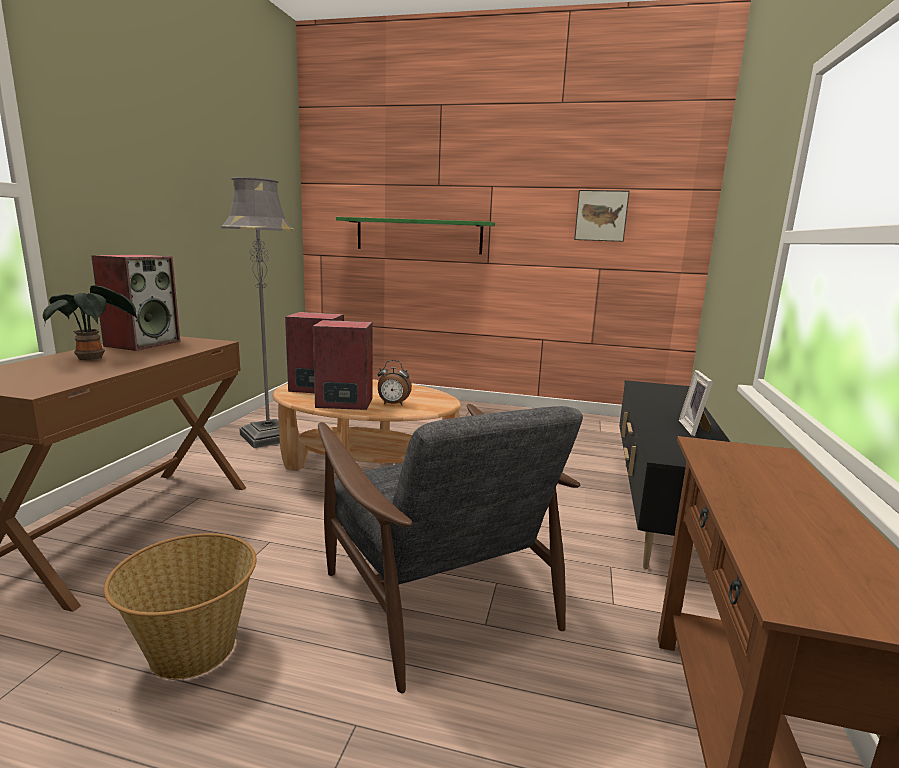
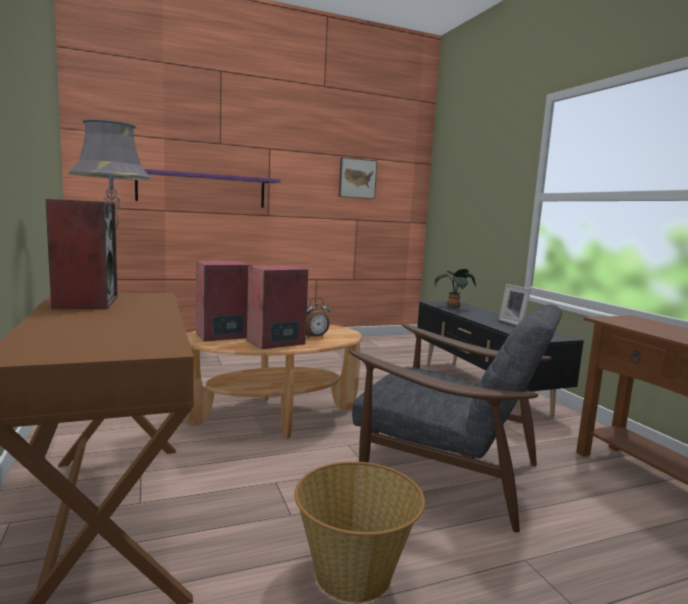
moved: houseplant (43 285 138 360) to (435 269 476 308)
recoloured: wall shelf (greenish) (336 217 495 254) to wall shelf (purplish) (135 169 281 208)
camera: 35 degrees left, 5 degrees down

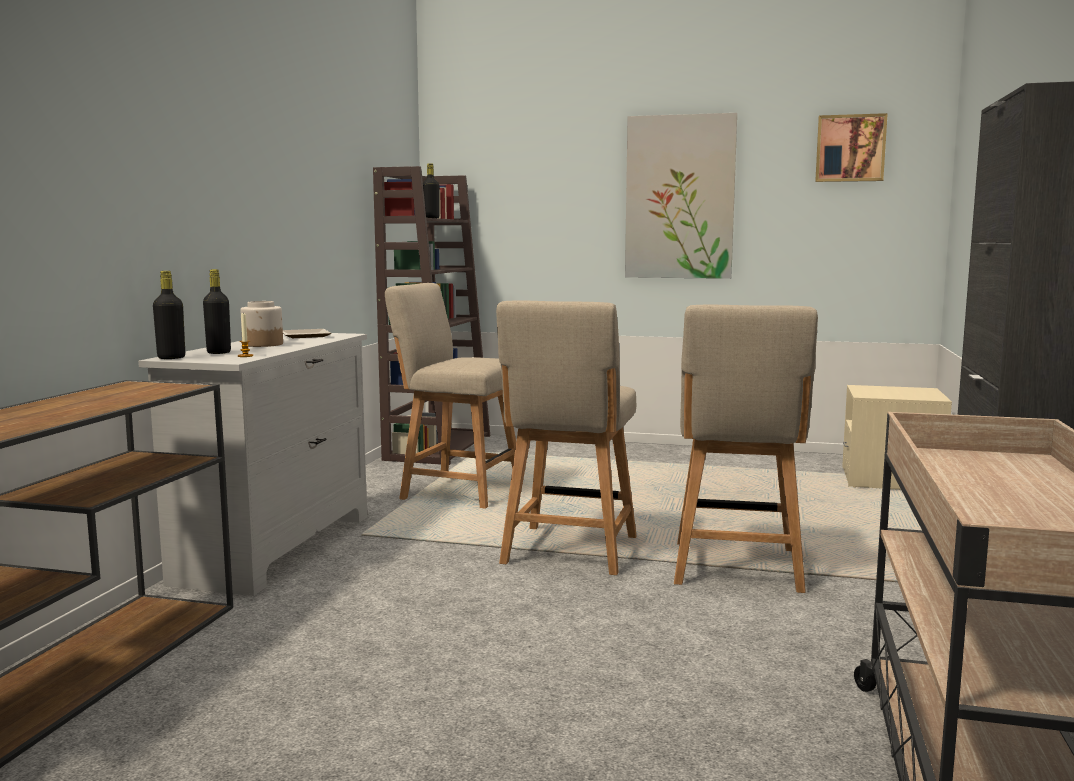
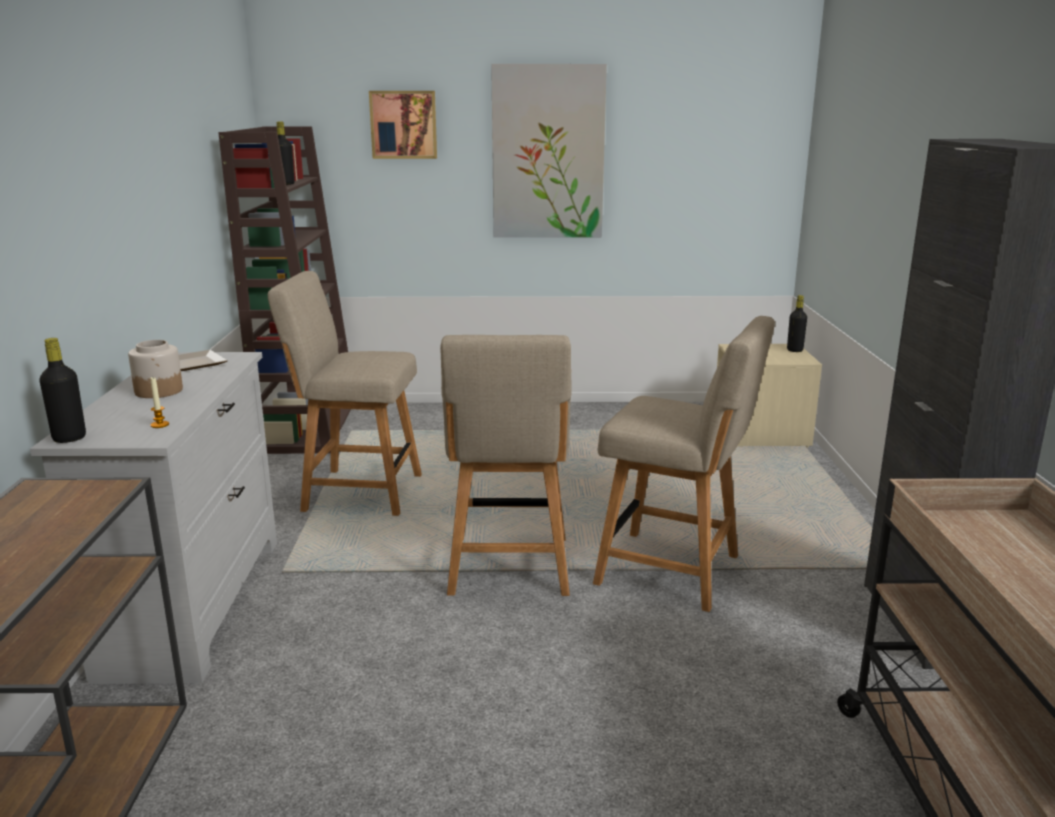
moved: picture (815 113 888 182) to (369 91 437 159); beverage bottle (black) (203 269 231 354) to (787 295 807 352)
turned: upright chair (beige-coloured) (674 305 818 593) = (593 316 775 612) 60 degrees counterclockwise
camera: 15 degrees left, 10 degrees up

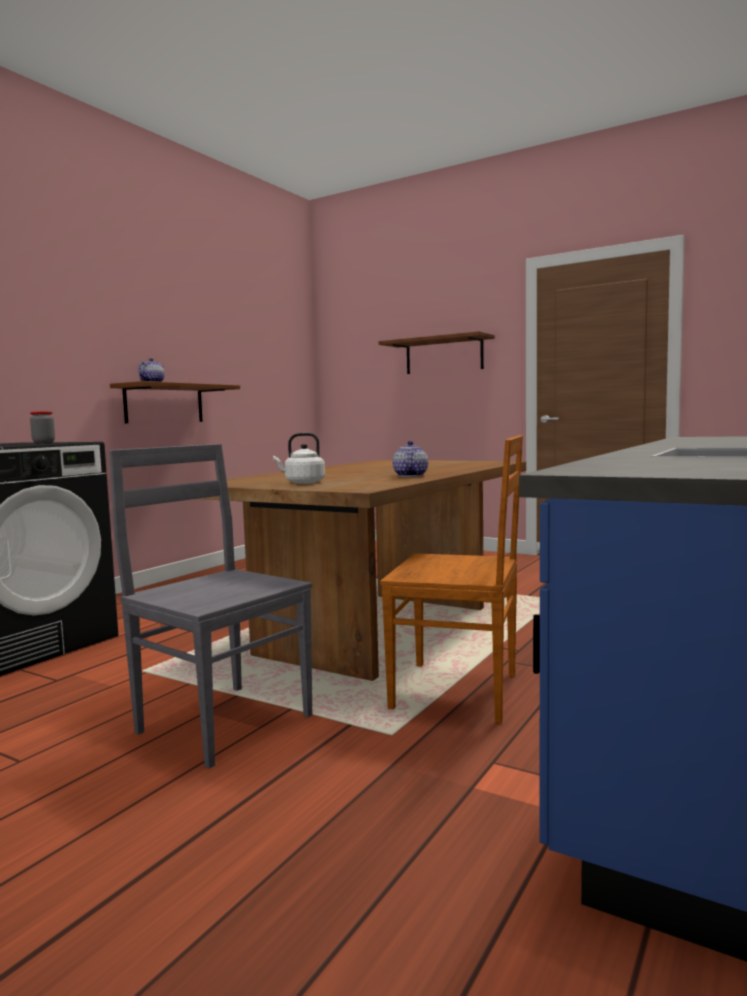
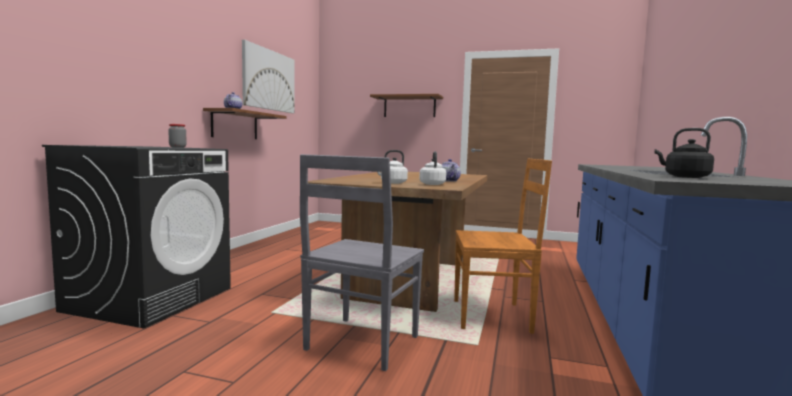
added: picture (242 40 294 113); water kettle (black) (655 128 714 178); water kettle (white-coloured) (419 151 446 185)
turned: upright chair (gray) (109 444 312 769) = (300 154 424 371) 90 degrees counterclockwise
camera: 15 degrees left, 0 degrees up

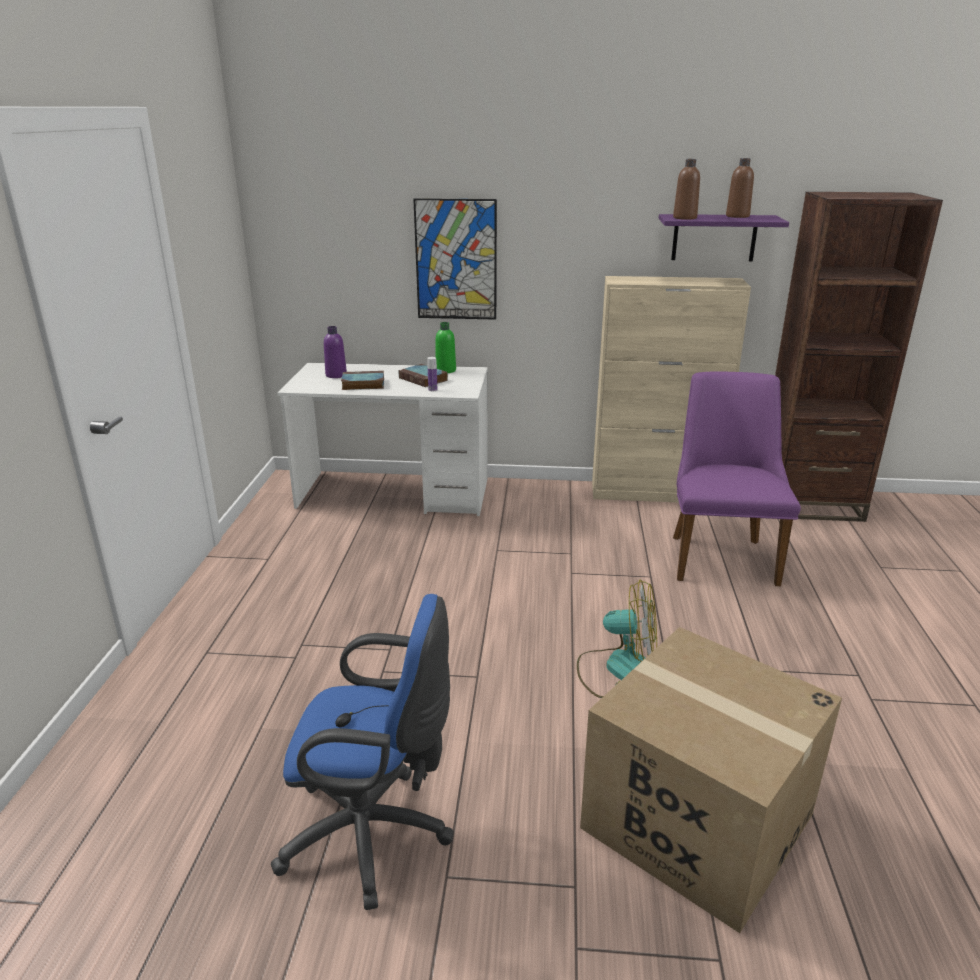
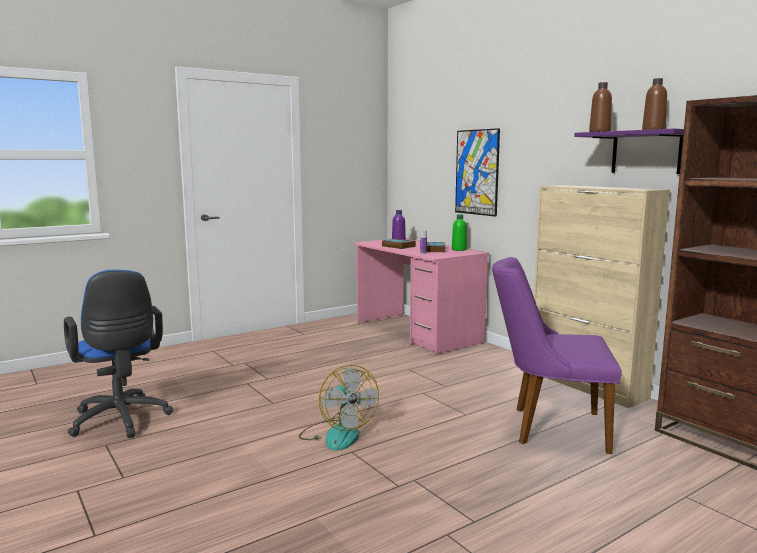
removed: cardboard box (580 627 842 933)
recoloured: desk unit (white-coloured) (278 363 488 516) to desk unit (pink-coloured) (353 238 489 355)
turned: upright chair (purplish) (673 371 801 586) = (492 257 622 454) 135 degrees counterclockwise
camera: 50 degrees right, 15 degrees down

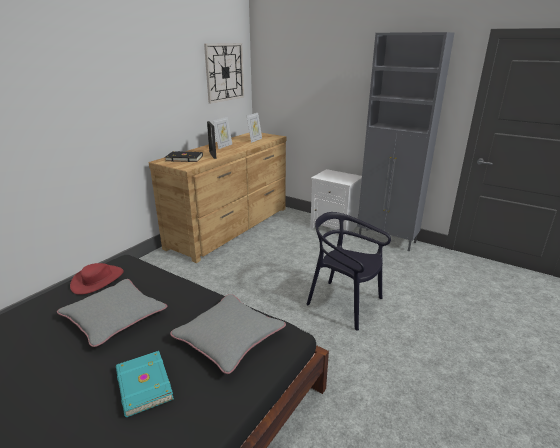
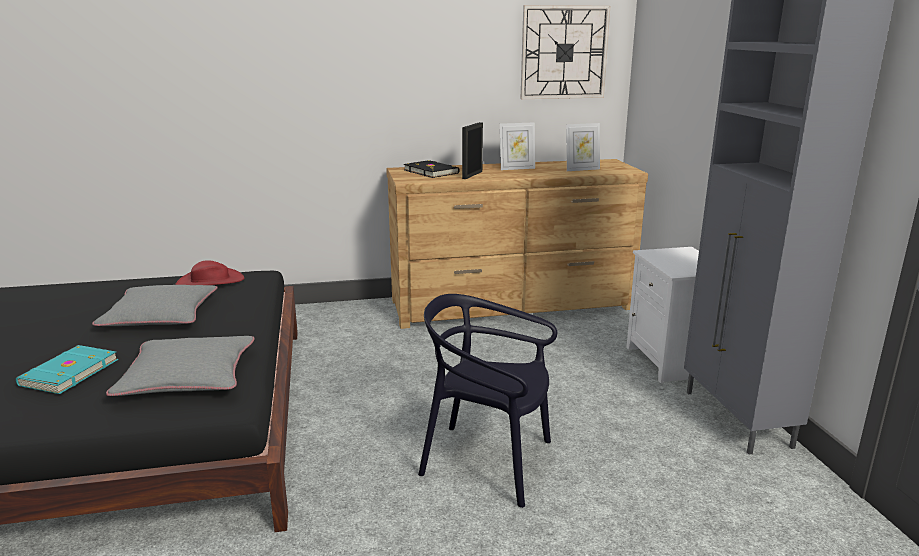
turned: upright chair (black) (307 212 391 330) = (418 294 557 508) 60 degrees counterclockwise
camera: 45 degrees right, 5 degrees down

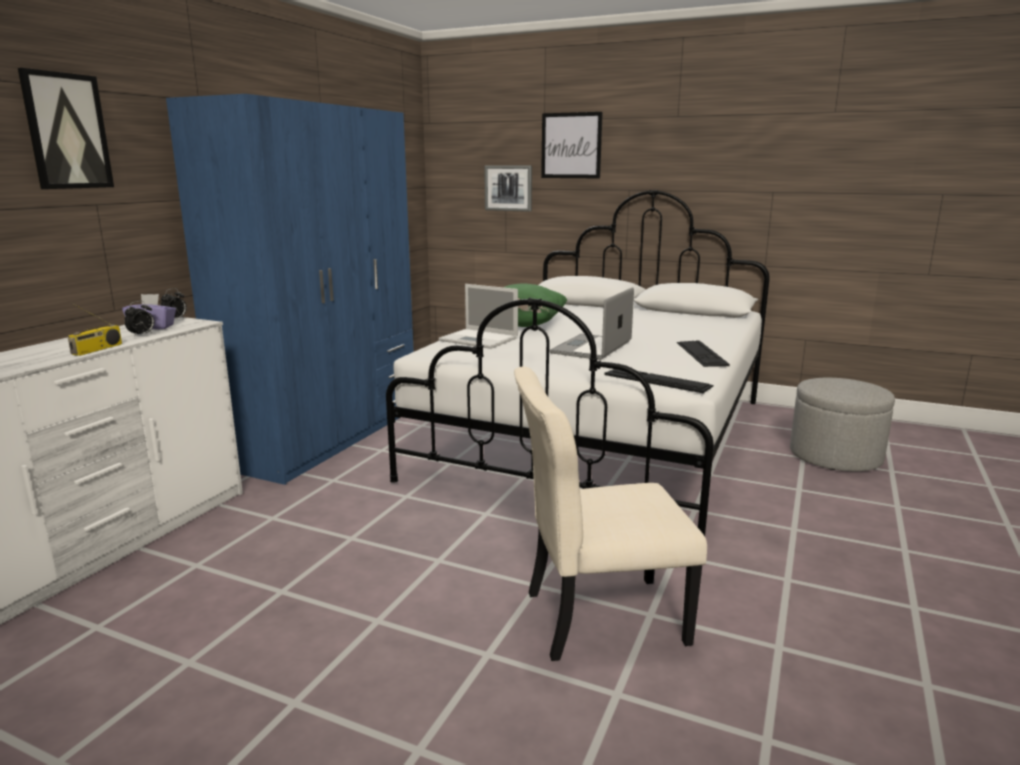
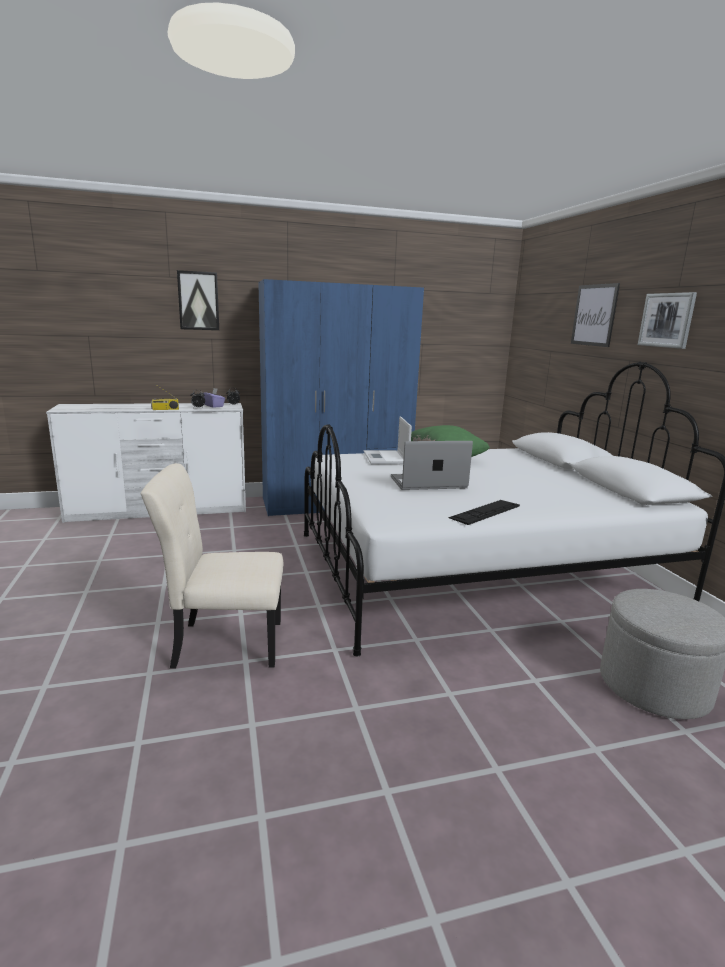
removed: keyboard (604 369 714 393)
moved: picture (484 165 532 212) to (638 292 697 349)
turned: upright chair (beige-coloured) (514 366 707 661) = (141 463 284 669) 45 degrees counterclockwise
camera: 50 degrees right, 0 degrees up

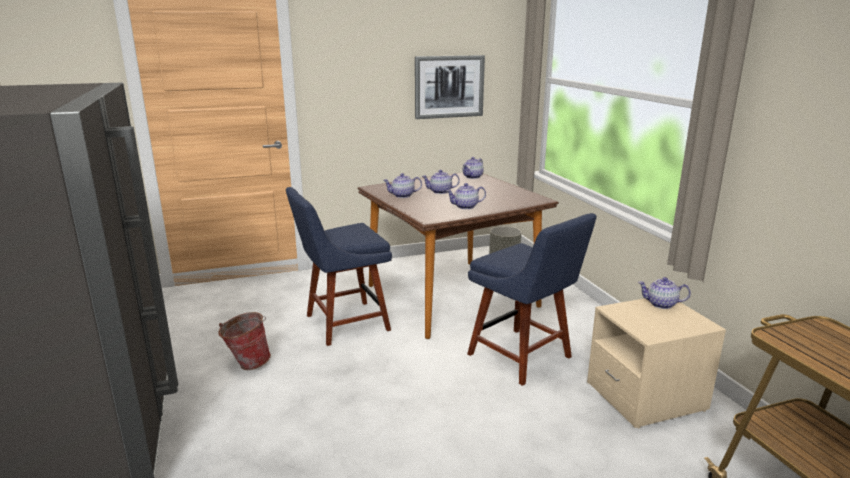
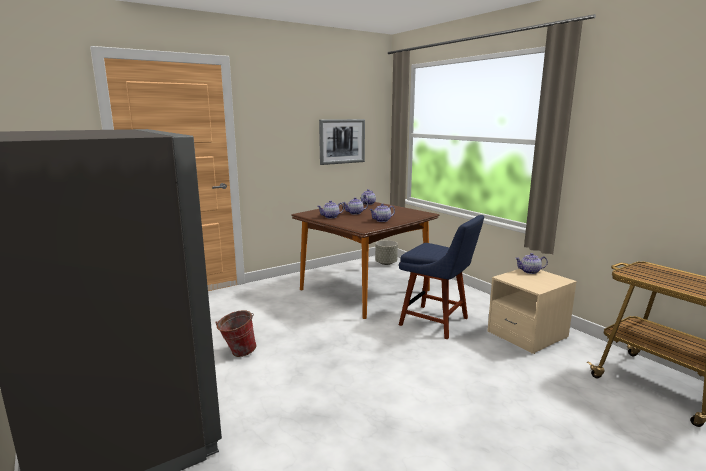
removed: upright chair (blue-coloured) (286 187 392 346)
camera: 15 degrees left, 5 degrees down

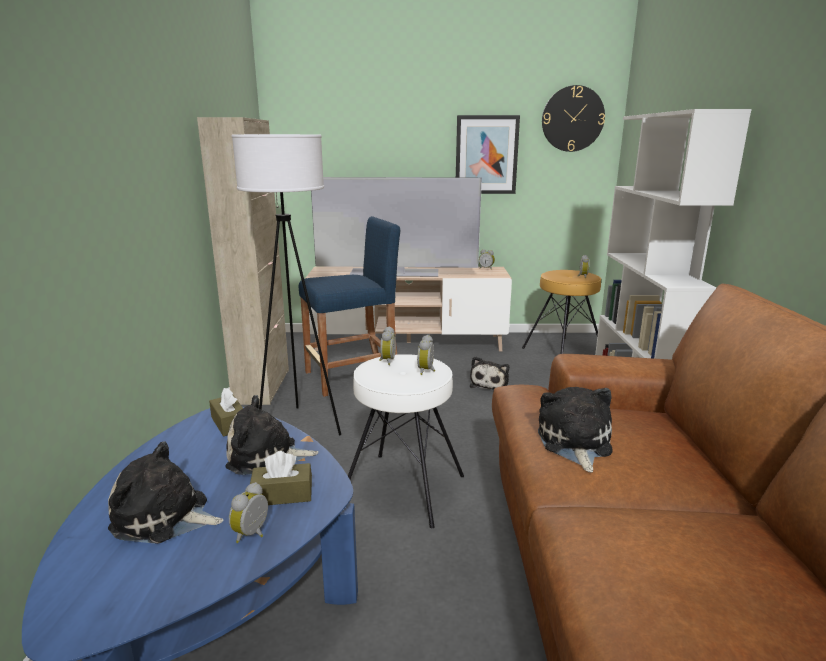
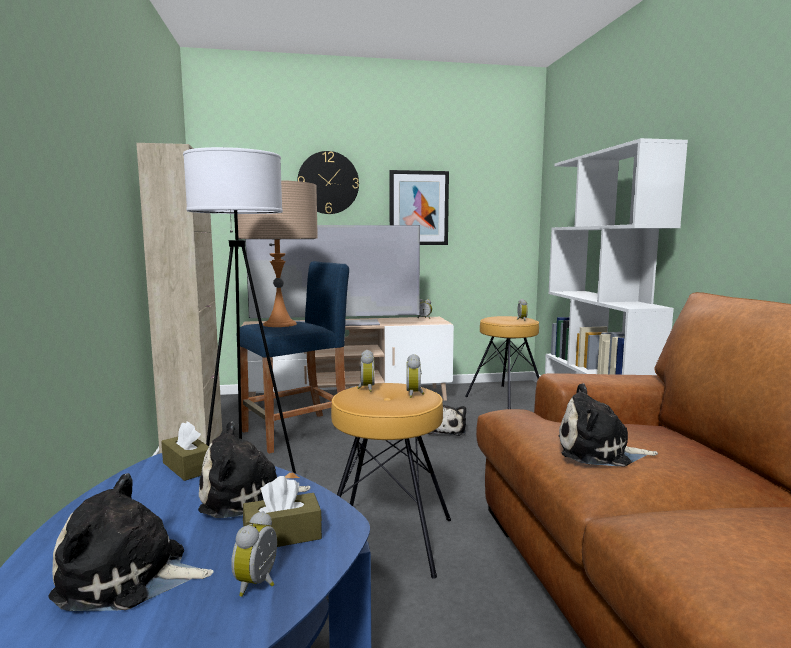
added: table lamp (beige-coloured) (237 180 318 327)
moved: wall clock (542 85 605 152) to (297 151 359 214)
recoloured: stool (white-coloured) (348 354 464 528) to stool (brown) (331 383 451 579)
turned: plush toy (538 387 613 472) = (558 383 658 467) 75 degrees counterclockwise
camera: 10 degrees left, 10 degrees down

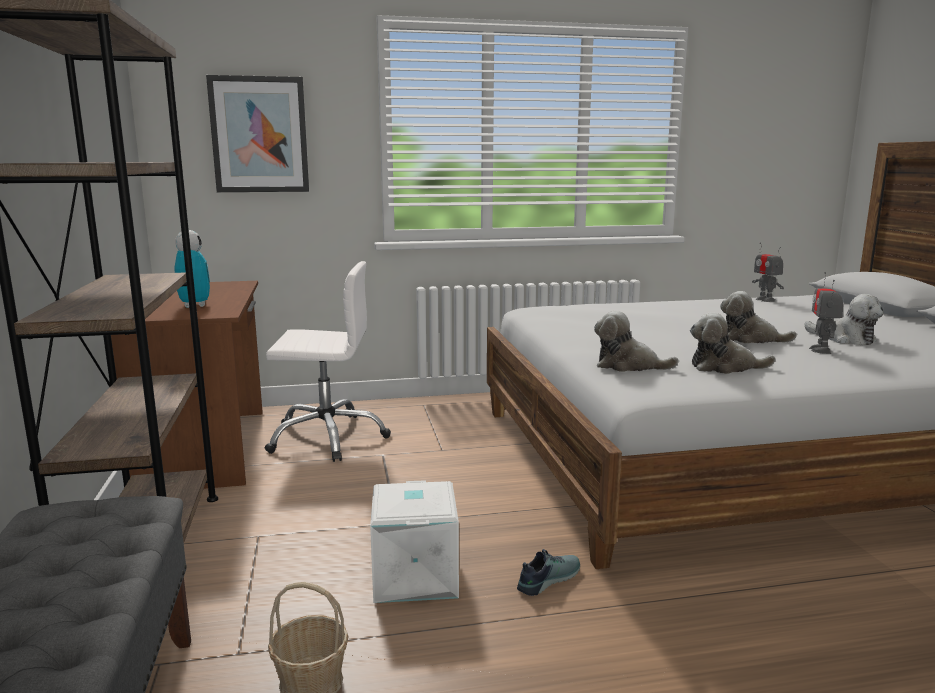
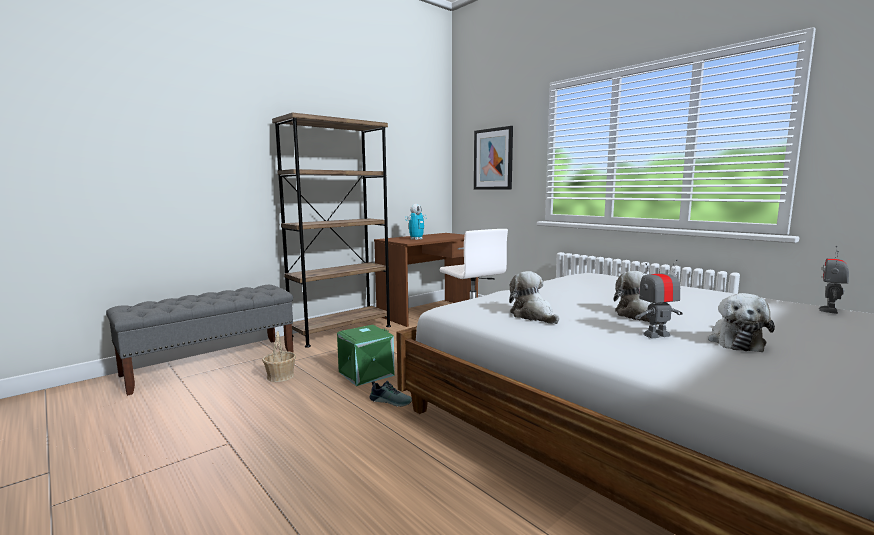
removed: plush toy (594 311 679 372)
recoloured: storage box (white-coloured) (370 480 459 603) to storage box (greenish) (337 325 395 386)
camera: 60 degrees right, 5 degrees down

